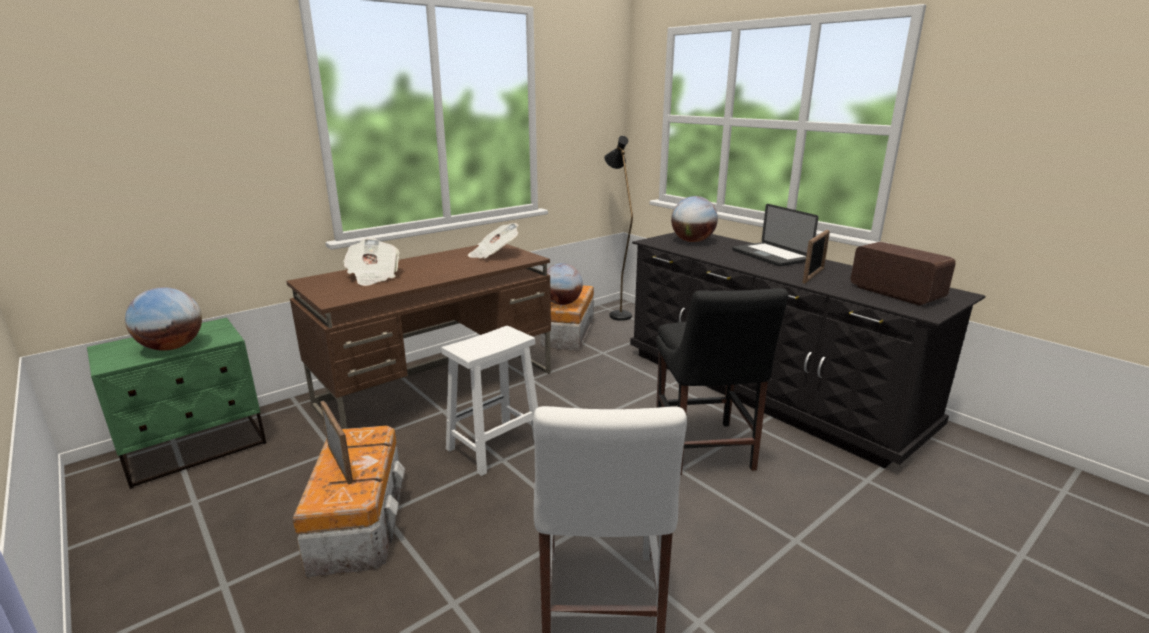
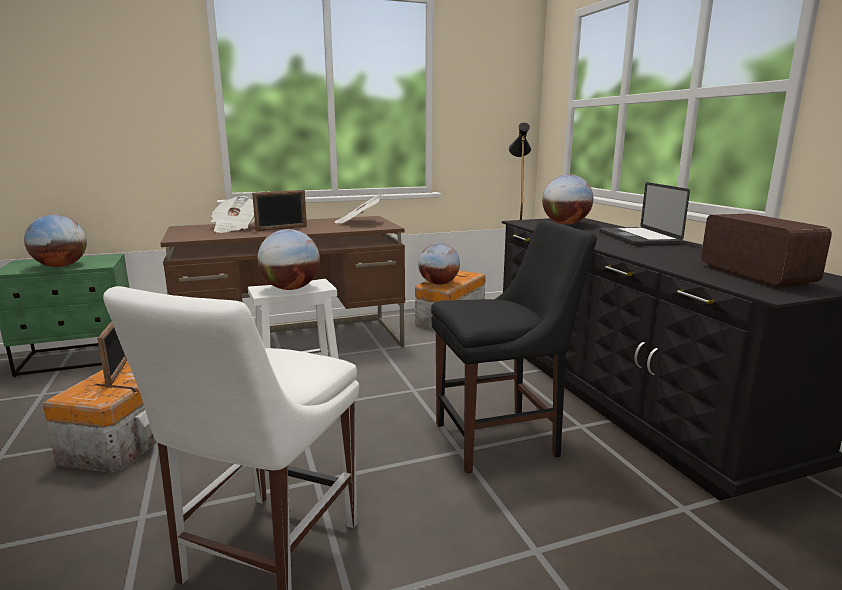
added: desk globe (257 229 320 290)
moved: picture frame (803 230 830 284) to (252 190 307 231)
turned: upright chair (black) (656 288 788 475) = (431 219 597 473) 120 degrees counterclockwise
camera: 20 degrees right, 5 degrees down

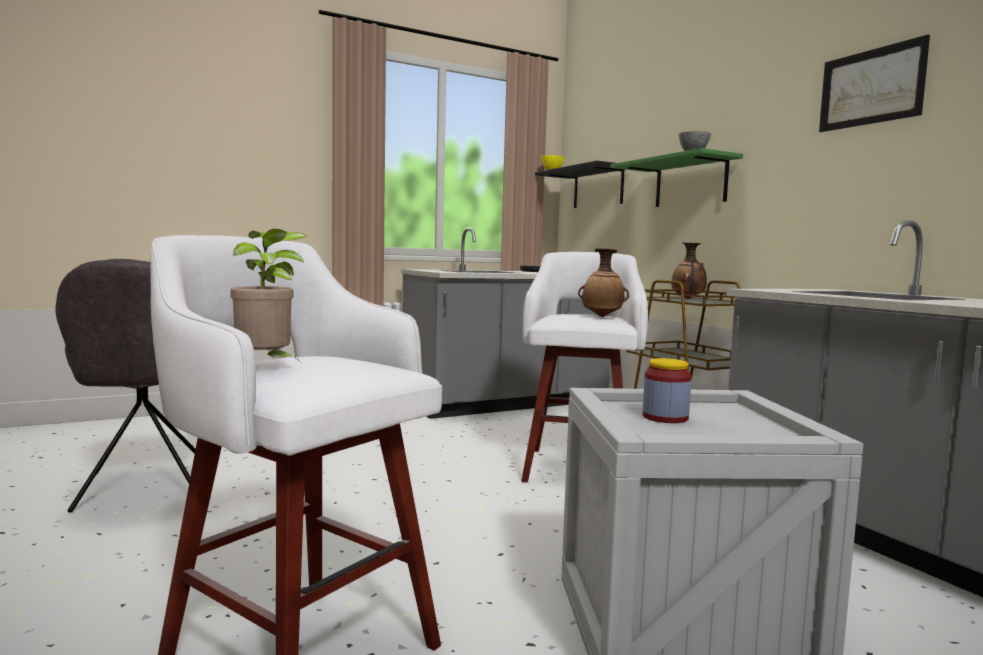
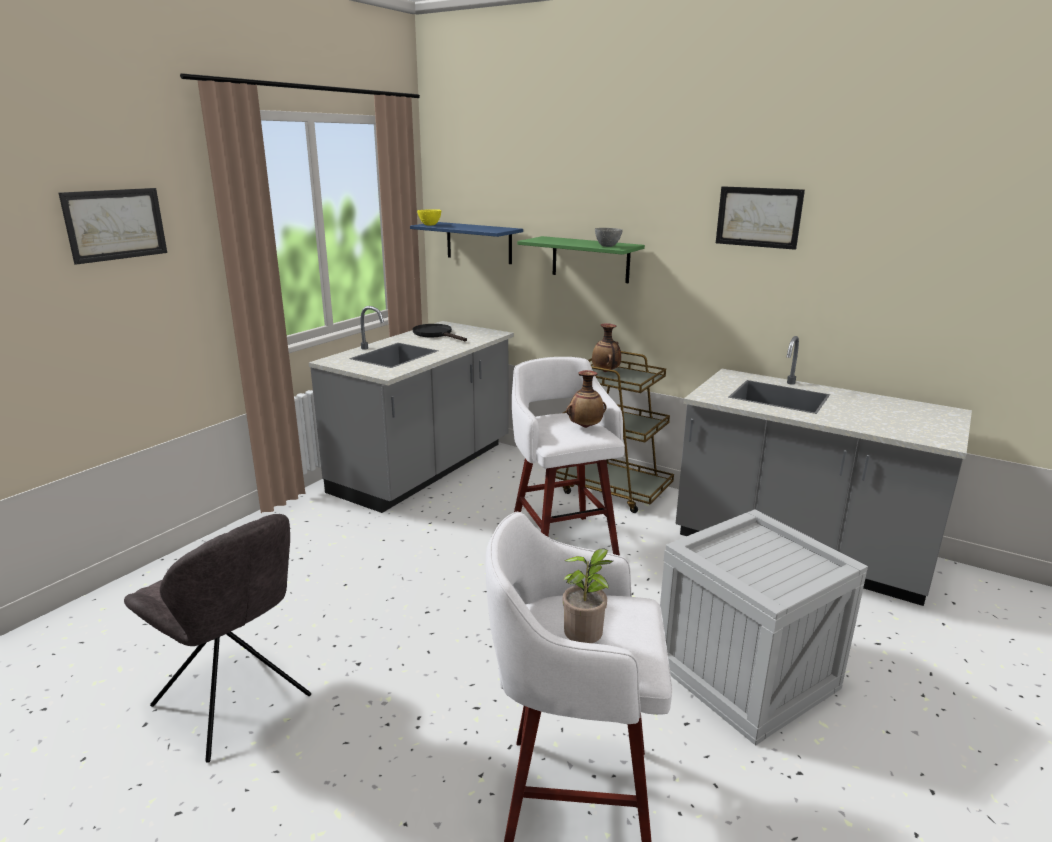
removed: preserve jar (643 358 691 423)
added: picture (59 188 167 265)
recoloured: wall shelf (black) (535 161 625 208) to wall shelf (blue-coloured) (410 222 523 264)
camera: 30 degrees left, 15 degrees up

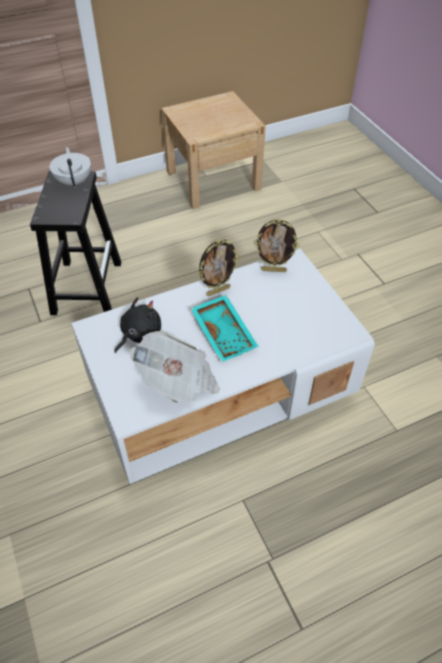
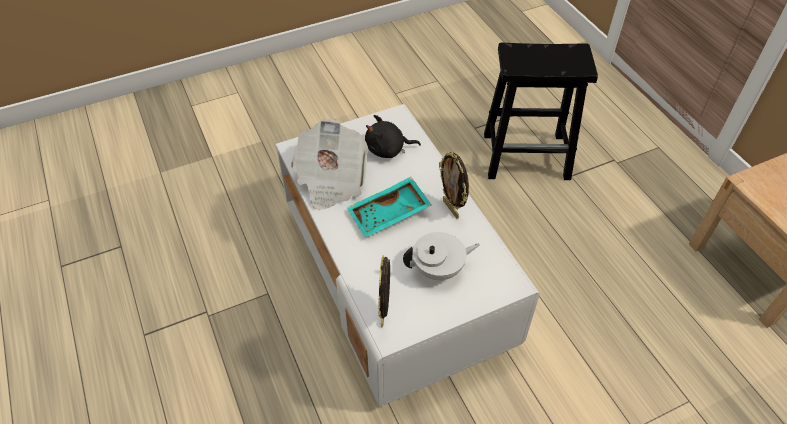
moved: pot for tea (white-coloured) (49 147 91 188) to (403 232 480 281); picture frame (254 219 300 272) to (378 255 390 327)
turned: plush toy (black) (114 297 161 353) = (365 115 421 158) 135 degrees clockwise
camera: 90 degrees right, 0 degrees up

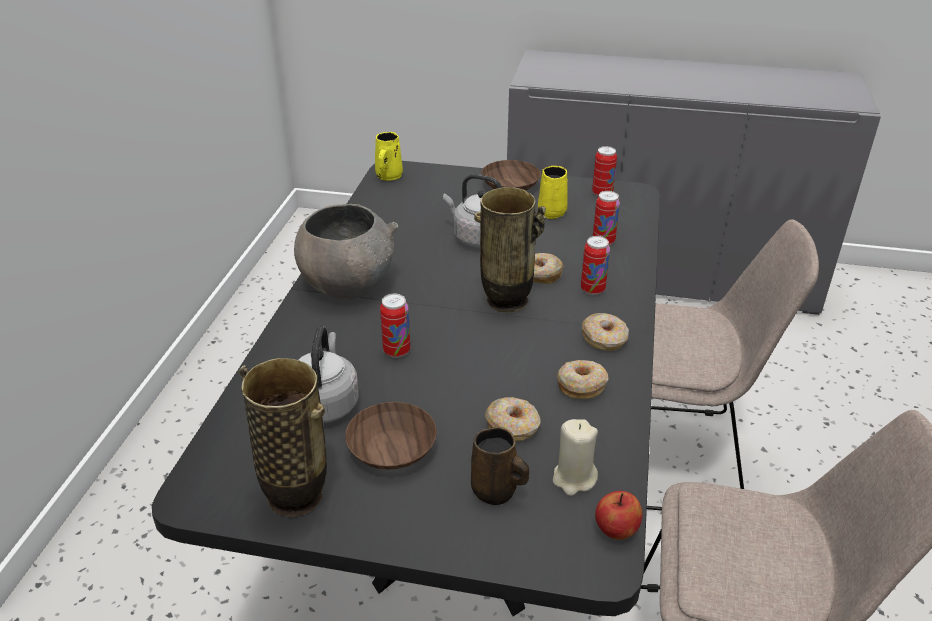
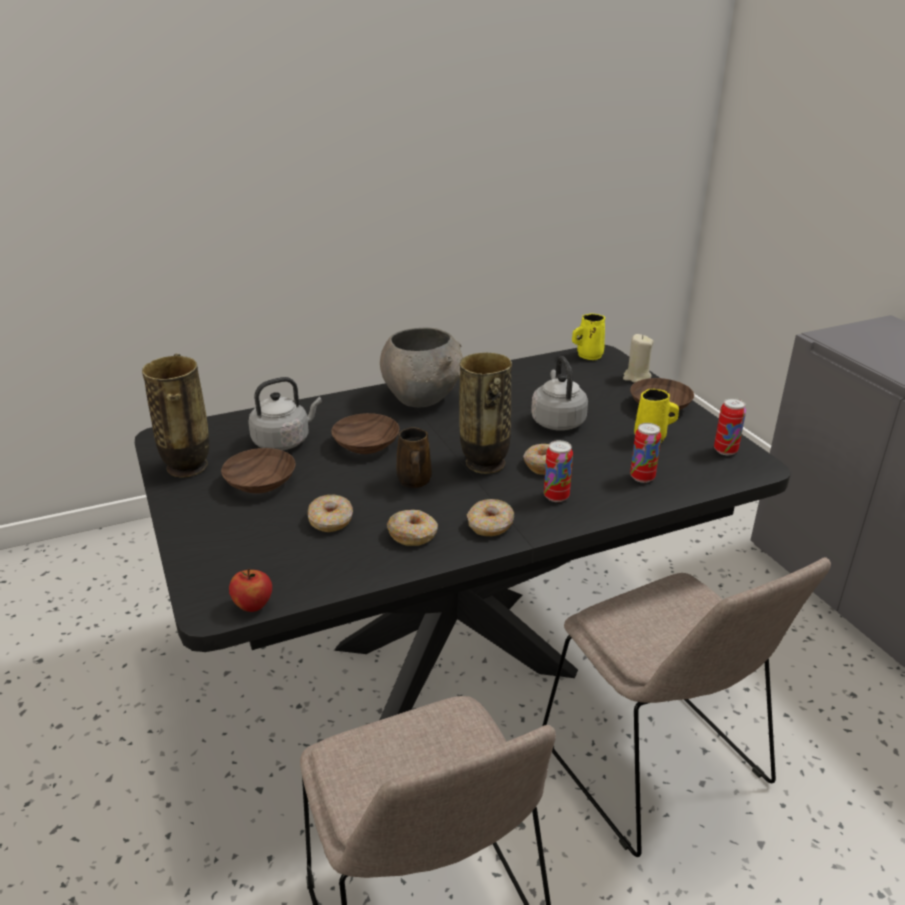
moved: candle (beige-coloured) (553 419 598 496) to (623 334 654 383); tea mug (brown) (471 427 529 505) to (396 427 432 488)
replaced: metal can (380 293 410 358) to serving bowl (brown) (331 413 400 454)
camera: 55 degrees right, 5 degrees down

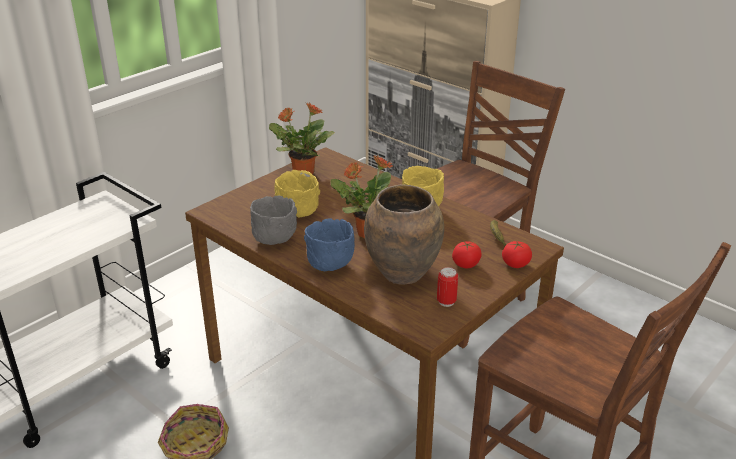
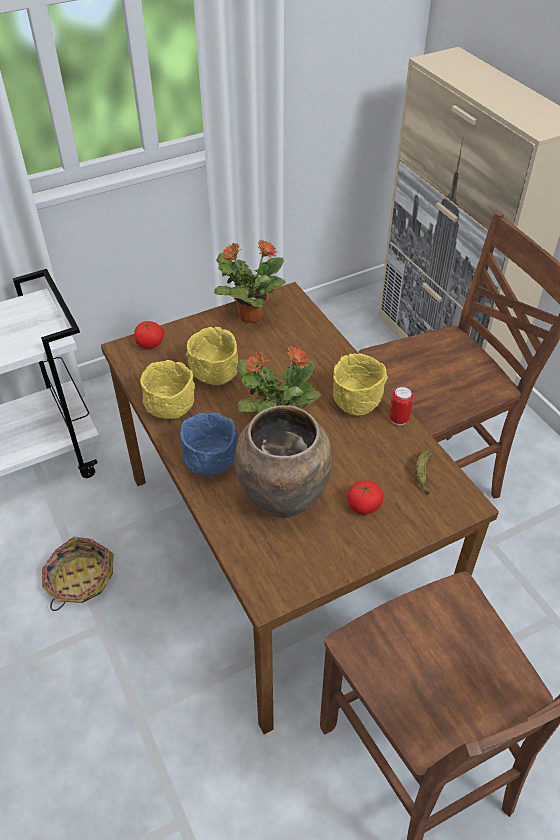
moved: fresh tomato (502 241 532 268) to (134 321 164 349); metal can (437 267 458 307) to (389 387 413 425)
recoloured: serving bowl (gray) (250 196 297 245) to serving bowl (yellow) (140 360 195 419)
camera: 20 degrees right, 15 degrees up

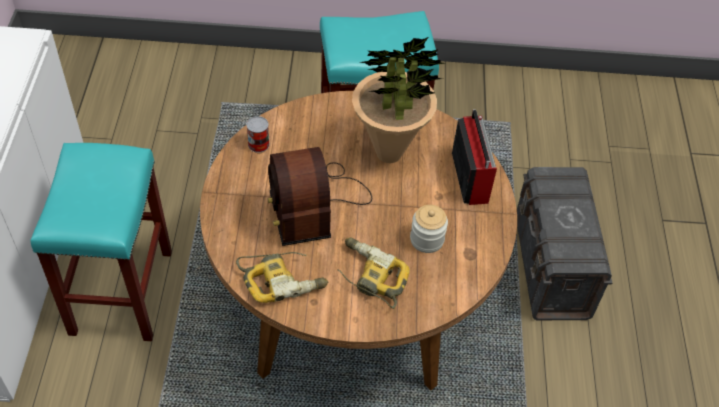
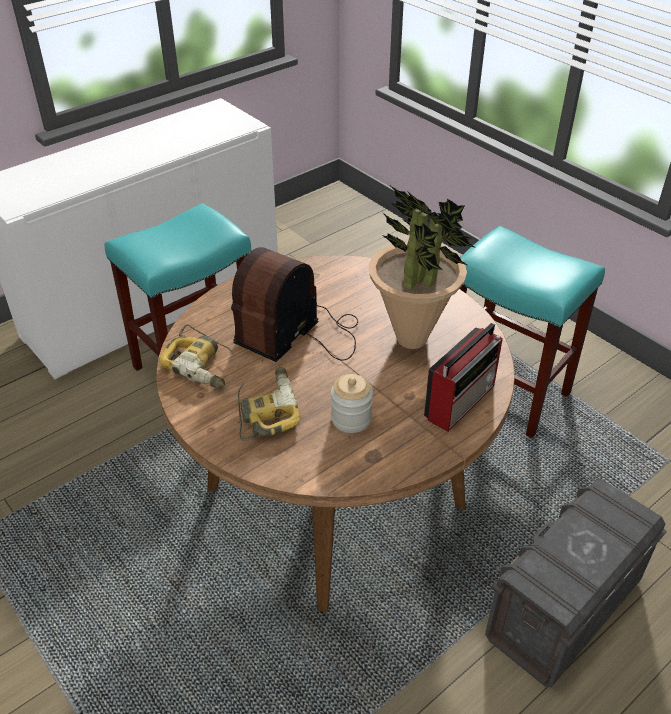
removed: metal can (246 116 269 153)
camera: 50 degrees right, 10 degrees down

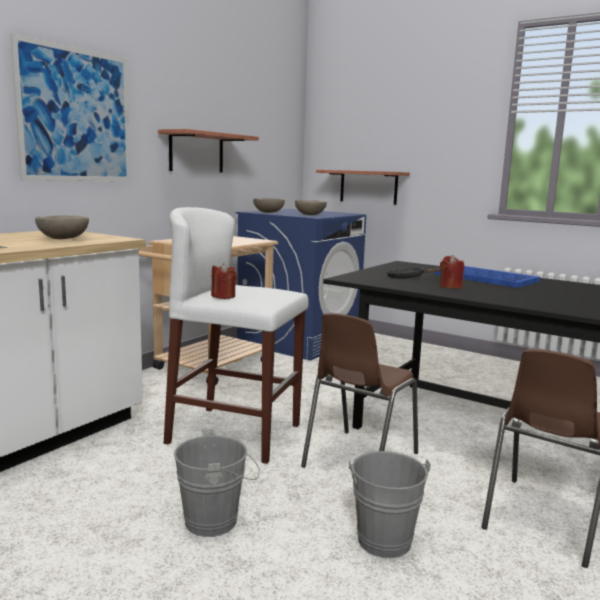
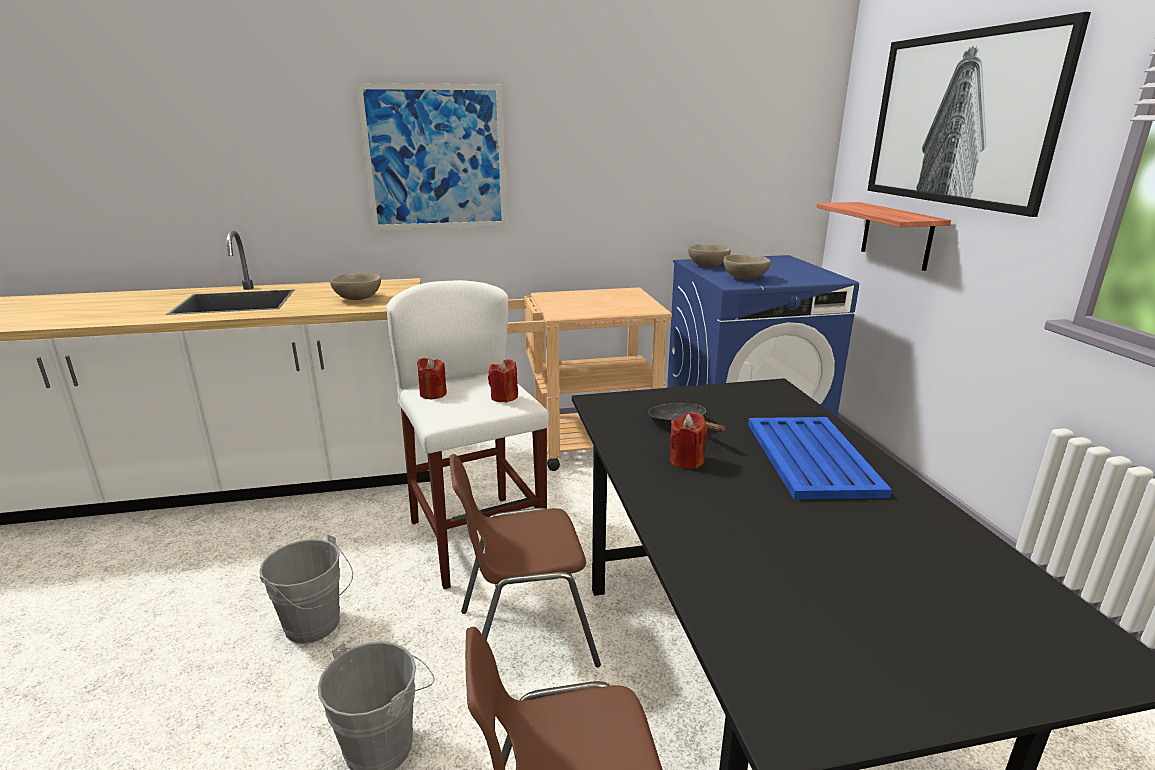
removed: wall shelf (158 129 259 172)
added: picture (867 12 1091 217); candle (red-coloured) (488 359 518 403)
camera: 45 degrees right, 10 degrees up

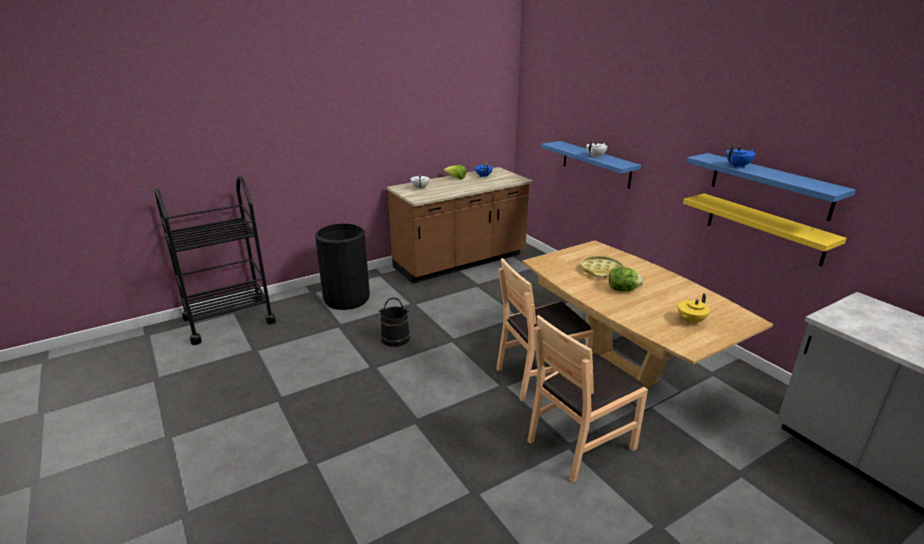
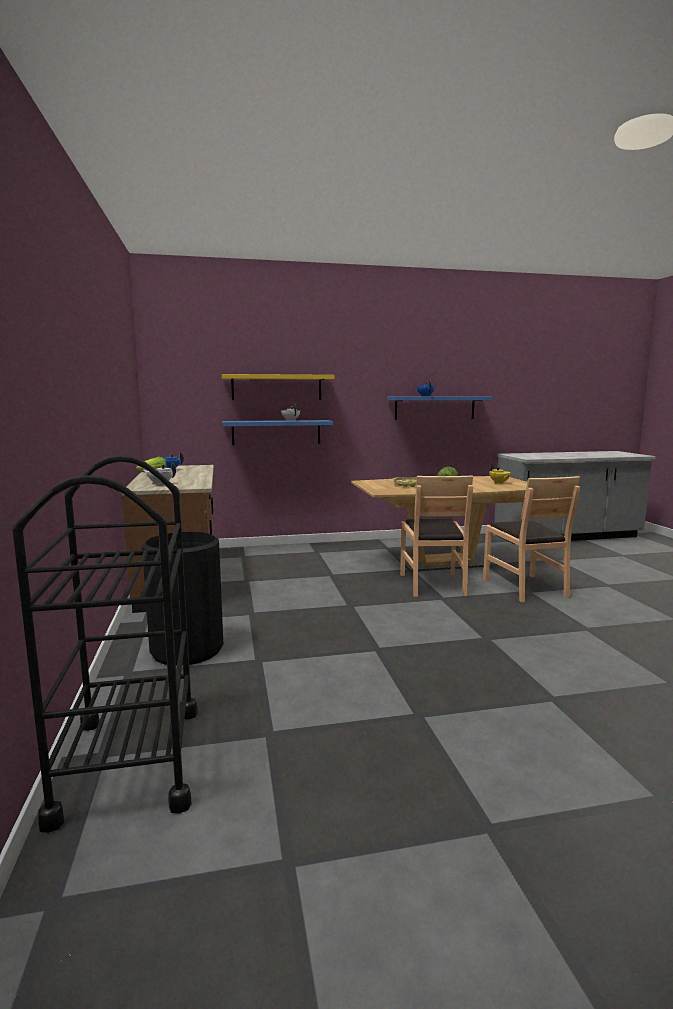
removed: bucket (black) (379 297 410 347)
moved: wall shelf (yellow) (683 193 847 267) to (222 374 335 400)
camera: 70 degrees left, 15 degrees down

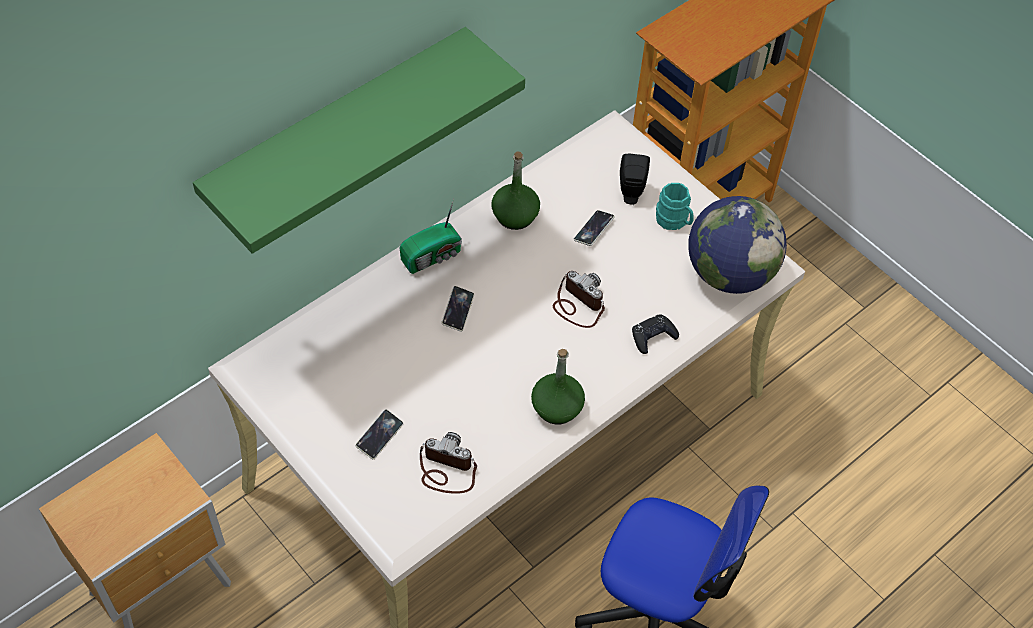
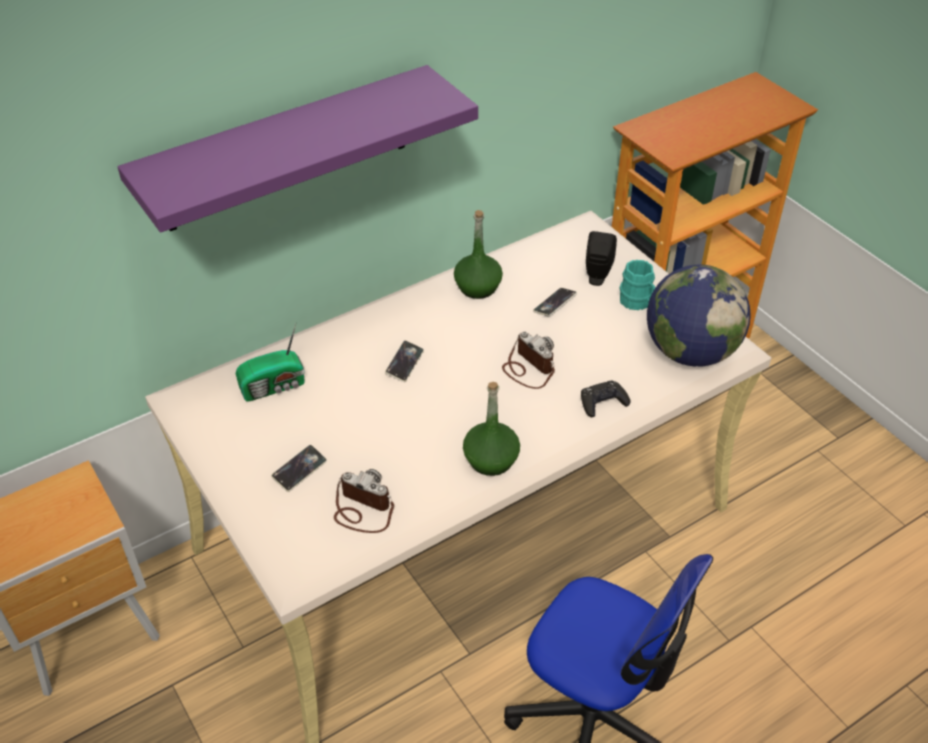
moved: radio set (400 198 462 274) to (236 324 305 402)
recoloured: wall shelf (greenish) (193 27 525 254) to wall shelf (purplish) (118 65 478 233)
camera: 10 degrees right, 10 degrees down

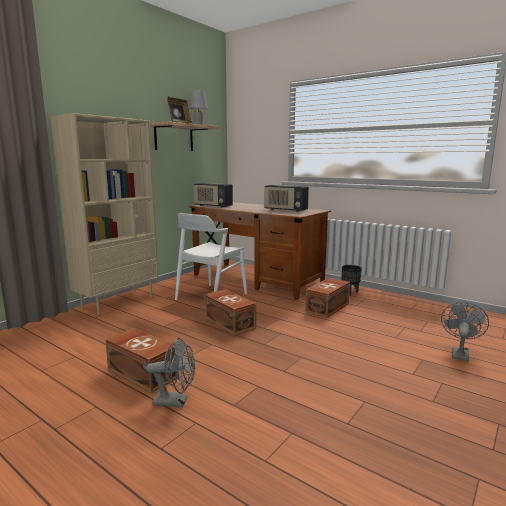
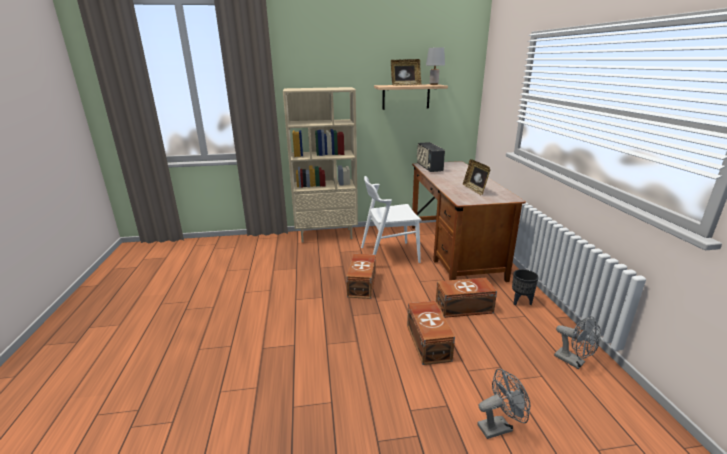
moved: storage box (brown) (105 328 179 393) to (407 301 455 365); electric fan (gray) (146 338 195 408) to (554 316 601 369)
replaced: radio set (264 185 309 212) to picture frame (463 159 491 195)
camera: 45 degrees right, 10 degrees up

